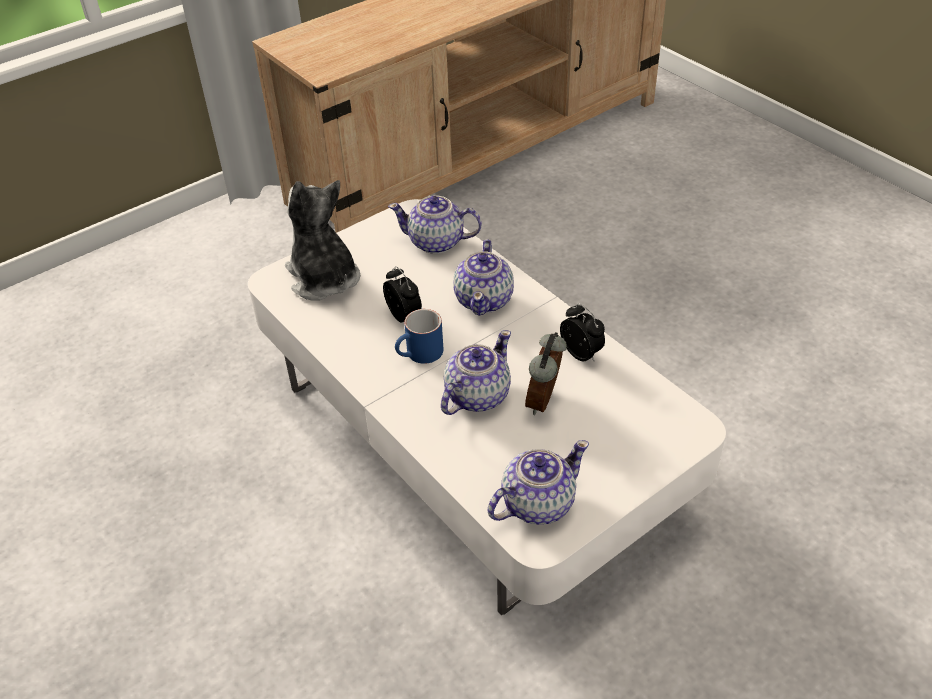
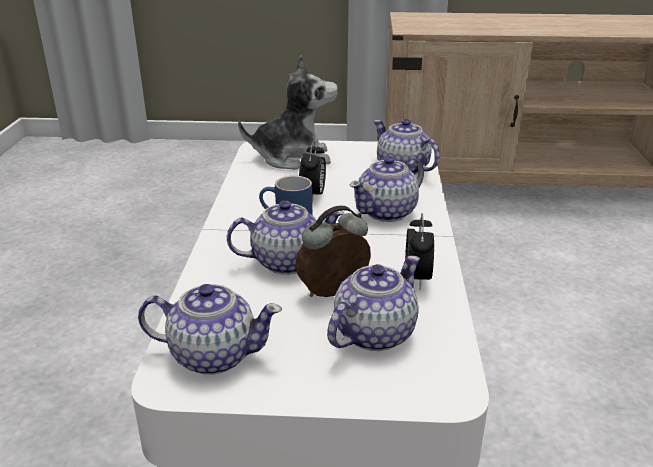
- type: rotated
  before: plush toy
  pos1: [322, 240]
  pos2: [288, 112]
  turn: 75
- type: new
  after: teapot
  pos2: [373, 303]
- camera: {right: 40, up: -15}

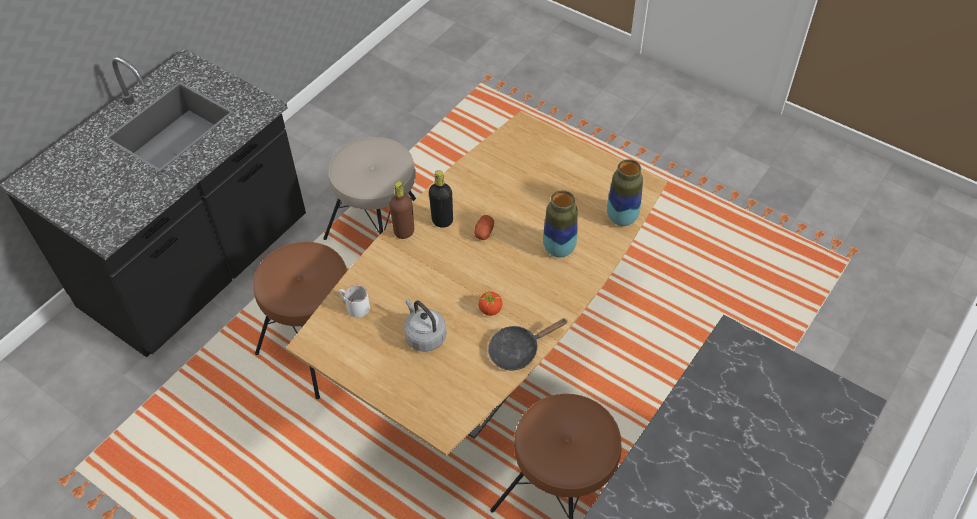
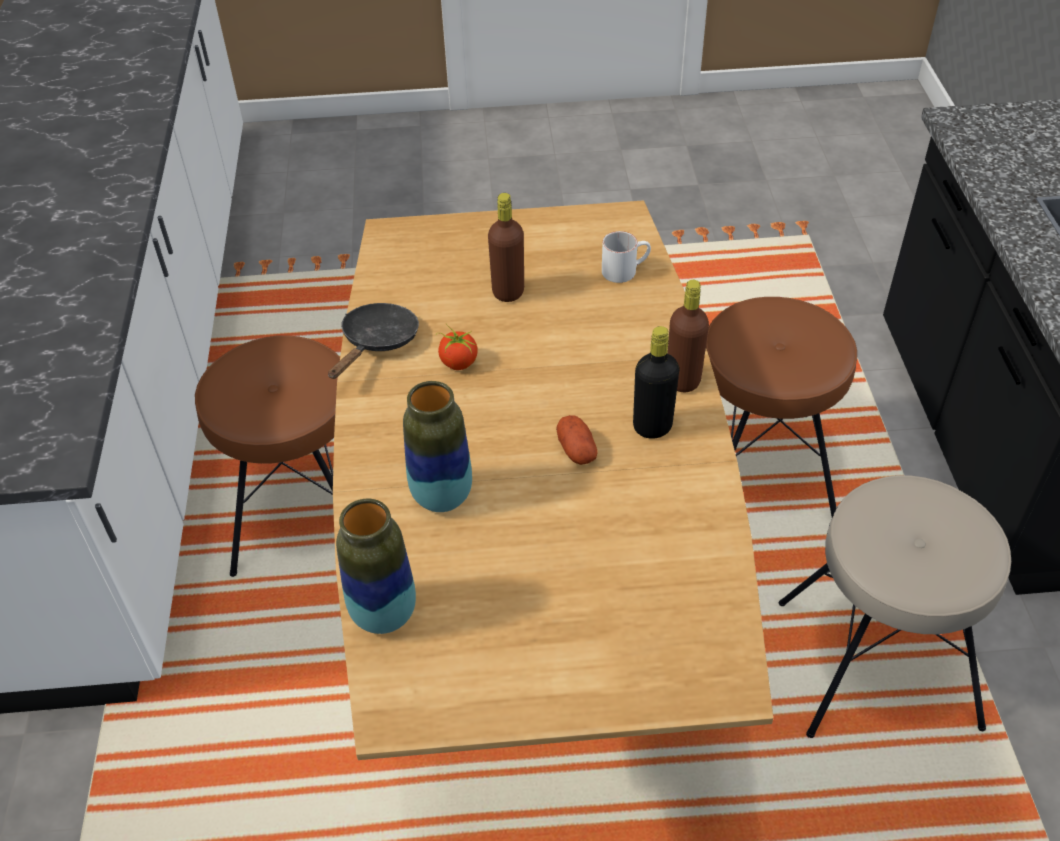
- type: swapped
  before: grey kettle
  after: brown bottle
  pos1: [425, 325]
  pos2: [506, 247]
- camera: {right: 140, up: -5}

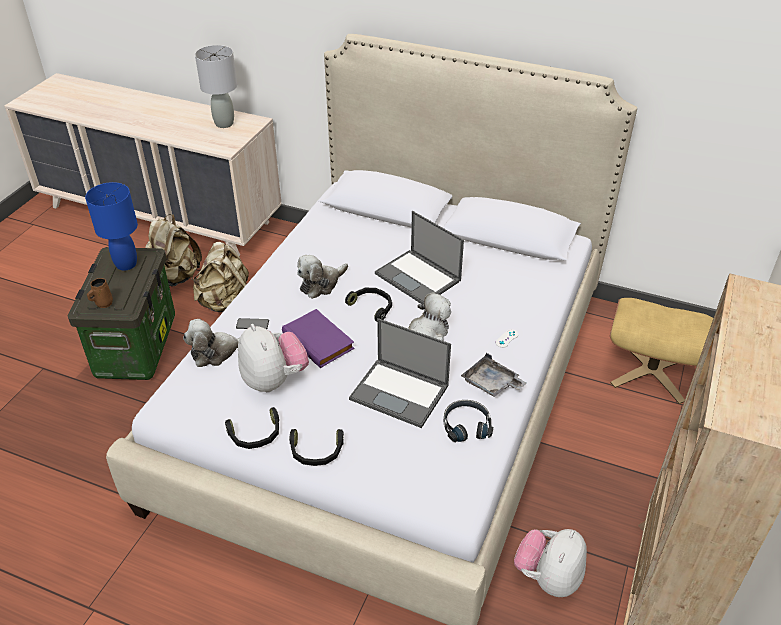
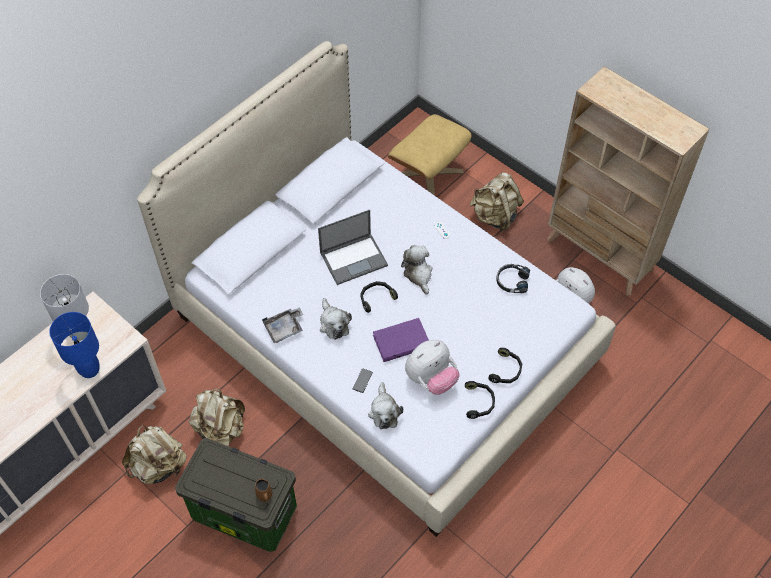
- type: shifted
  before: blue table lamp
  pos1: [111, 226]
  pos2: [74, 345]
- type: shifted
  before: grey tray
  pos1: [493, 375]
  pos2: [282, 325]
- type: rotated
  before: plush toy
  pos1: [273, 358]
  pos2: [432, 367]
  turn: 150
- type: new
  after: beige backpack
  pos2: [497, 202]
- type: gone
  before: laptop
  pos1: [400, 373]
- camera: {right: -70, up: 15}

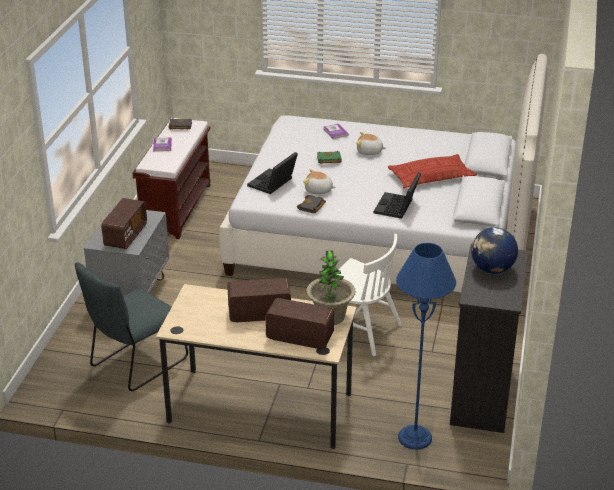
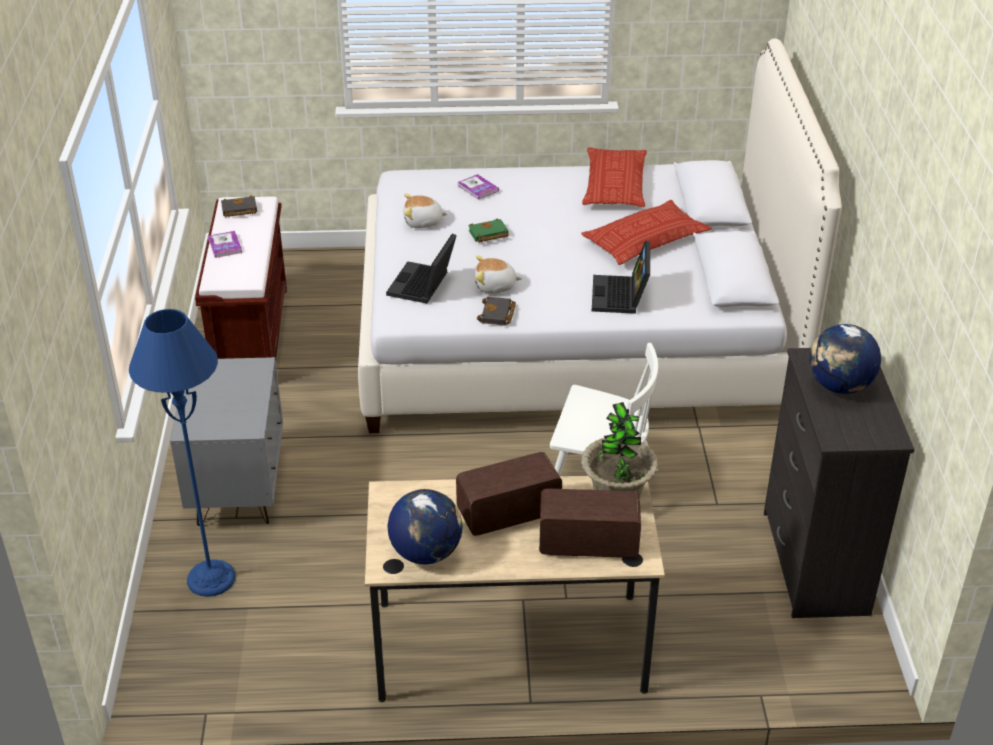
- type: shifted
  before: blue floor lamp
  pos1: [426, 346]
  pos2: [182, 453]
- type: new
  after: globe
  pos2: [425, 526]
- type: shifted
  before: plush toy
  pos1: [371, 143]
  pos2: [425, 211]
- type: new
  after: pillow
  pos2: [614, 177]
- type: gone
  before: grey chair
  pos1: [131, 326]
- type: gone
  before: radio
  pos1: [124, 223]
- camera: {right: -15, up: 5}

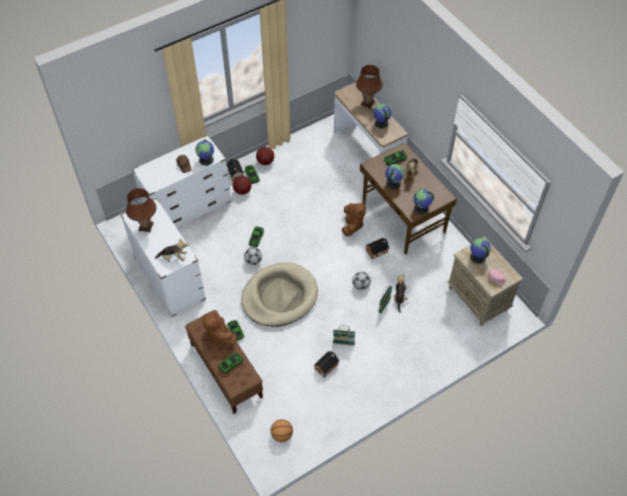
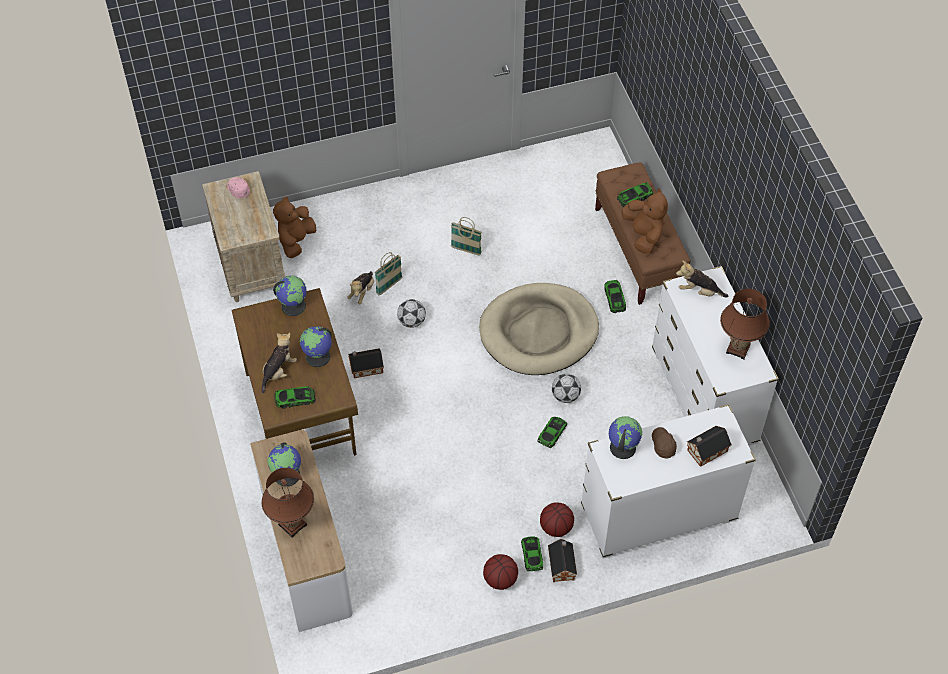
- type: shifted
  before: brown plush toy
  pos1: [354, 218]
  pos2: [294, 227]
- type: shifted
  before: toy house
  pos1: [327, 364]
  pos2: [709, 446]
- type: gone
  before: basketball
  pos1: [282, 430]
- type: gone
  before: globe
  pos1: [480, 251]
- camera: {right: -165, up: 0}

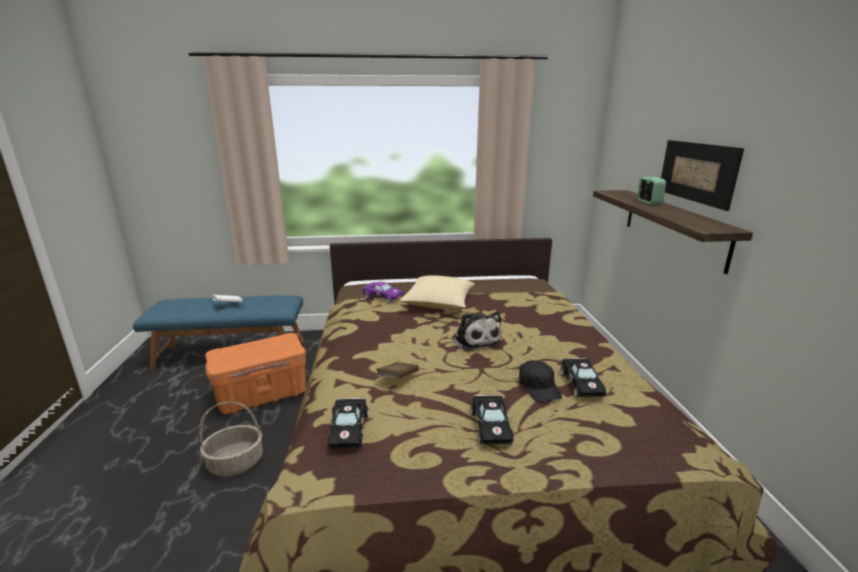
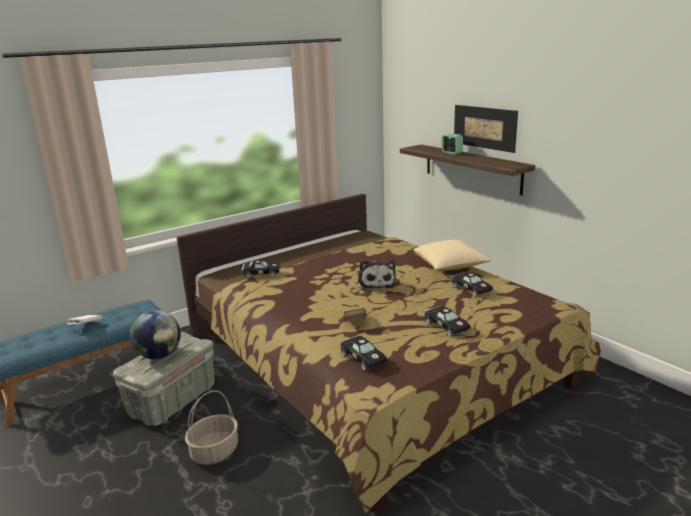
- type: repainted
  before: orange storage box
  after: grey storage box
  pos1: [255, 373]
  pos2: [163, 379]
- type: new
  after: globe
  pos2: [155, 334]
- type: repainted
  before: purple toy car
  after: black toy car
  pos1: [382, 292]
  pos2: [261, 269]
- type: rotated
  before: plush toy
  pos1: [477, 331]
  pos2: [377, 275]
  turn: 45
- type: shifted
  before: pillow
  pos1: [437, 292]
  pos2: [452, 255]
- type: gone
  before: black cap
  pos1: [540, 381]
- camera: {right: -30, up: 0}

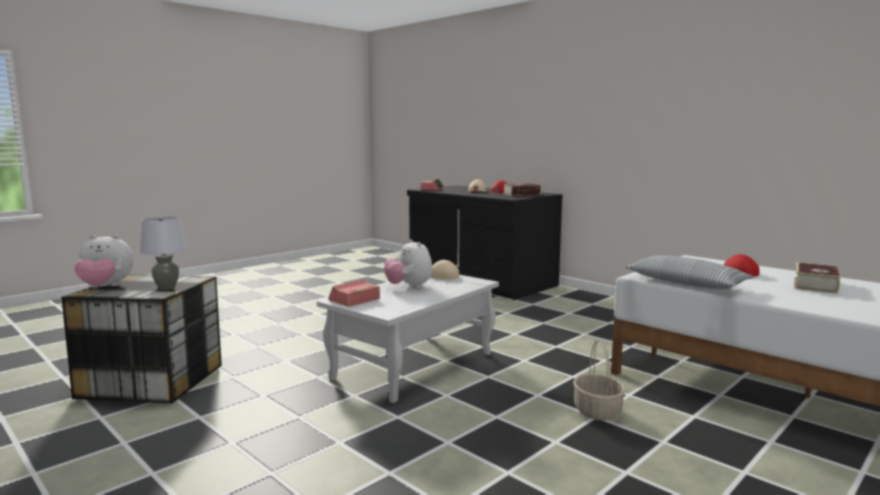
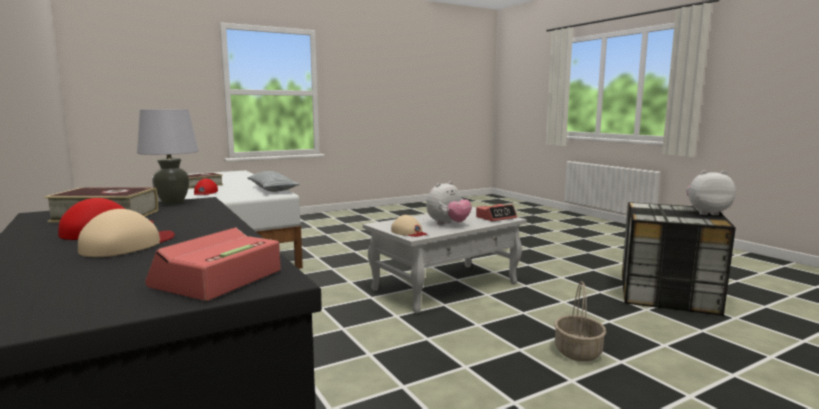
- type: shifted
  before: grey table lamp
  pos1: [163, 253]
  pos2: [168, 156]
- type: rotated
  before: plush toy
  pos1: [408, 263]
  pos2: [449, 203]
  turn: 60
- type: shifted
  before: basket
  pos1: [599, 380]
  pos2: [580, 321]
- camera: {right: -165, up: 0}

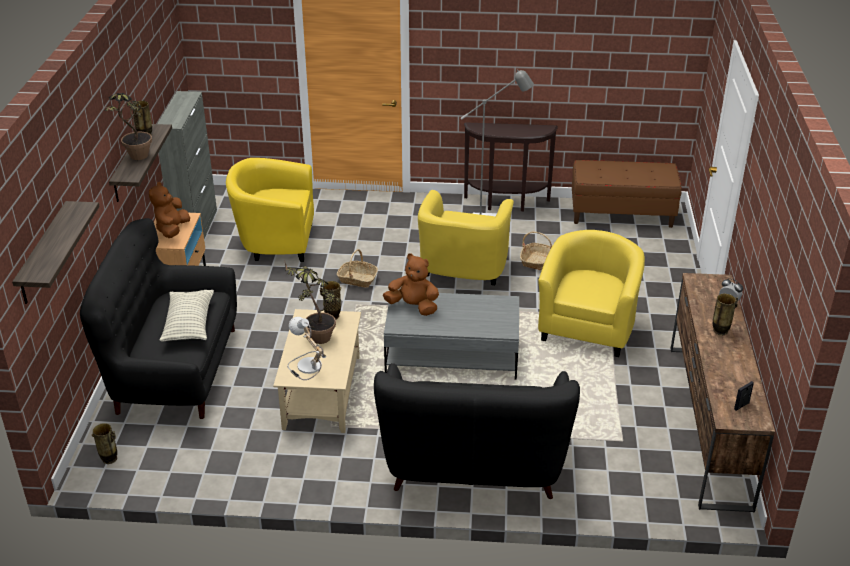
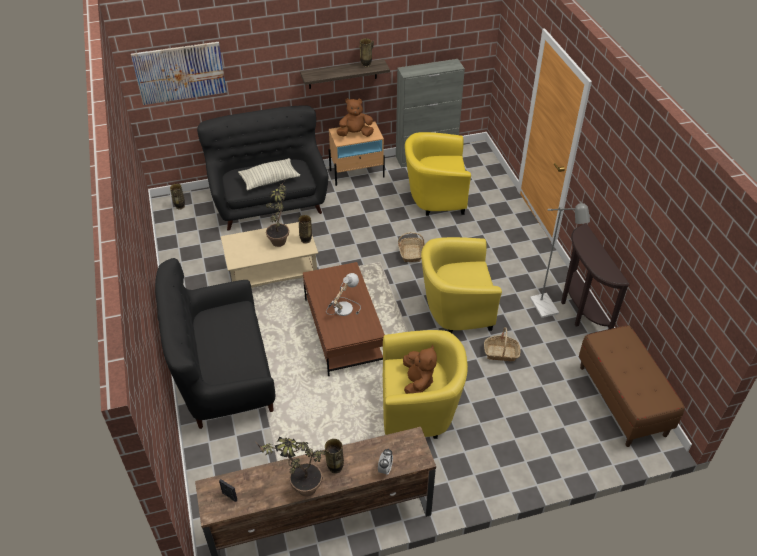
- type: swapped
  before: shelf
  after: picture
  pos1: [56, 252]
  pos2: [179, 73]
- type: shifted
  before: potted plant
  pos1: [127, 126]
  pos2: [291, 466]
- type: repainted
  before: grey coffee table
  after: brown coffee table
  pos1: [451, 336]
  pos2: [344, 319]
- type: shifted
  before: table lamp
  pos1: [306, 348]
  pos2: [343, 294]
- type: shifted
  before: brown plush toy
  pos1: [411, 284]
  pos2: [420, 369]
- type: rotated
  before: yellow armchair
  pos1: [270, 210]
  pos2: [438, 174]
  turn: -75
- camera: {right: 70, up: 10}

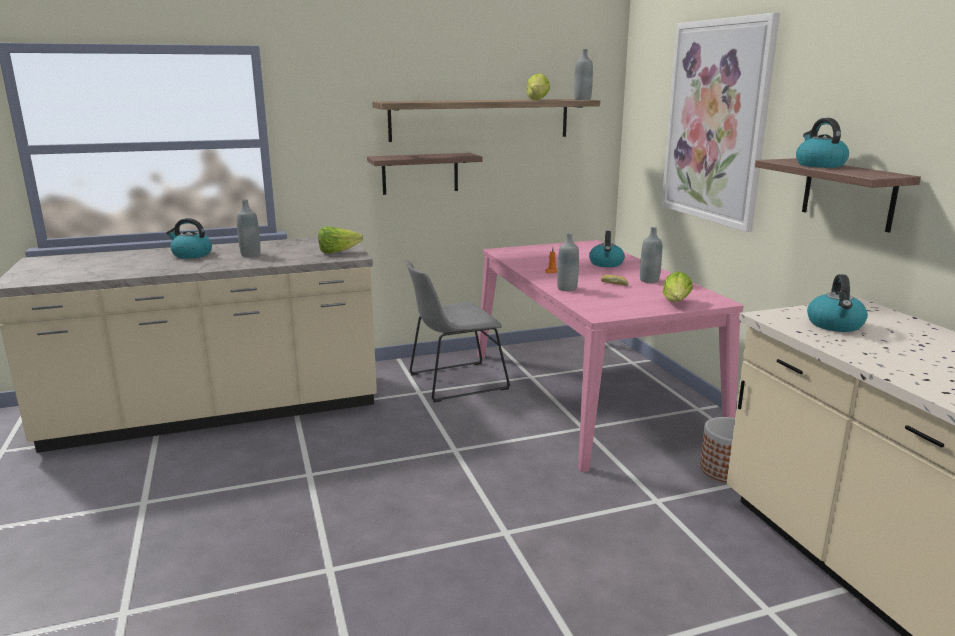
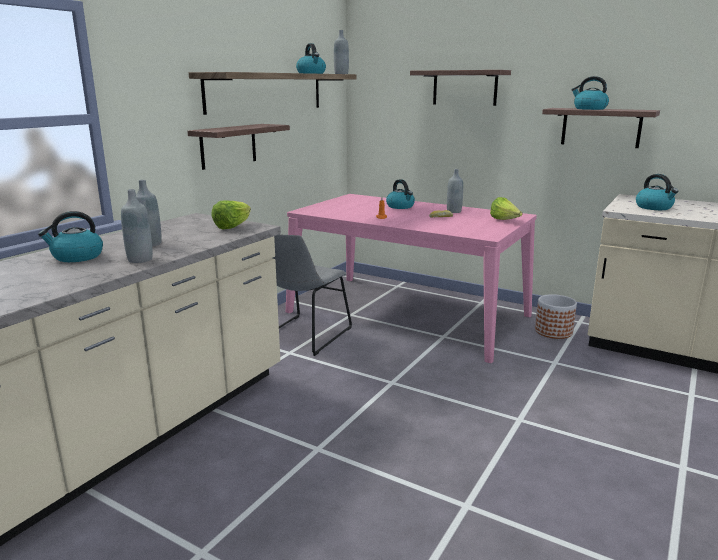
- type: shifted
  before: grey bottle
  pos1: [568, 262]
  pos2: [137, 226]
- type: swapped
  before: lettuce
  after: kettle
  pos1: [538, 87]
  pos2: [311, 58]
- type: swapped
  before: picture
  after: shelf
  pos1: [720, 122]
  pos2: [460, 88]
- camera: {right: -40, up: 0}

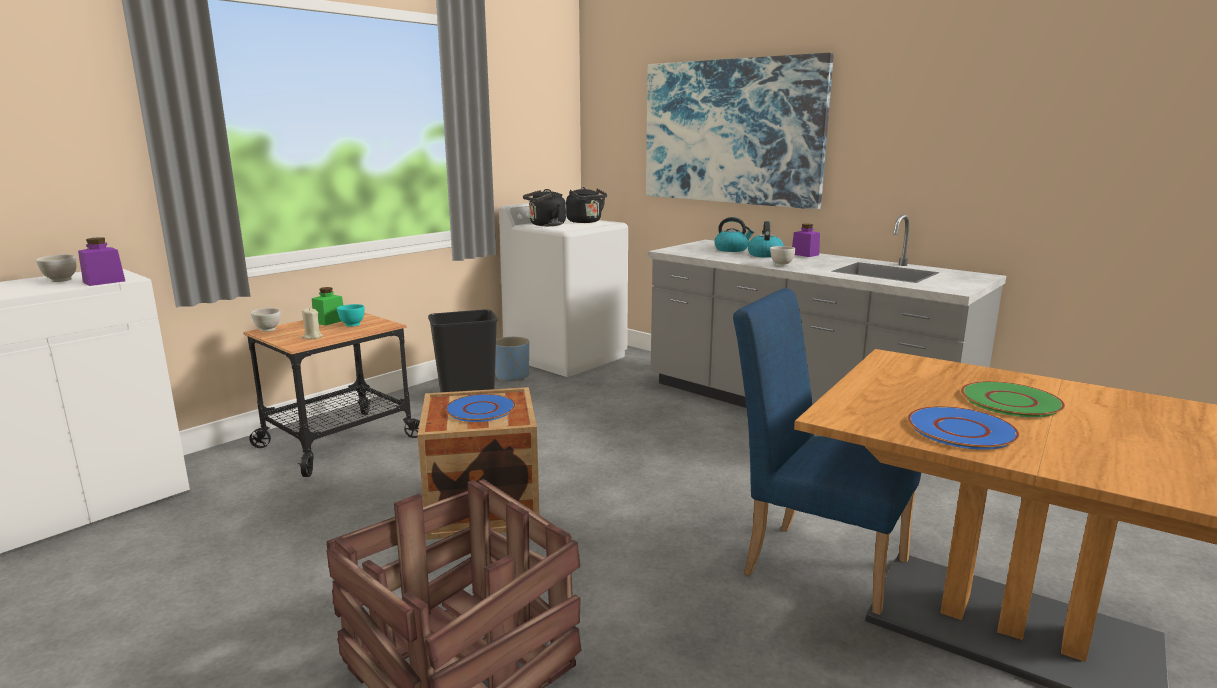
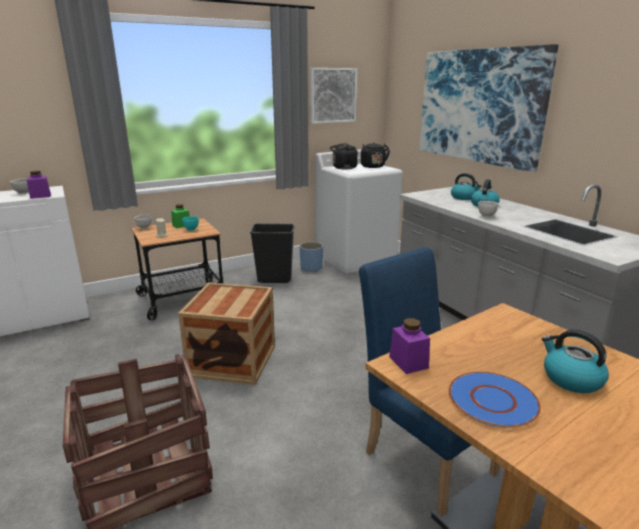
- type: new
  after: picture
  pos2: [333, 96]
- type: shifted
  before: purple jar
  pos1: [806, 240]
  pos2: [409, 346]
- type: swapped
  before: green plate
  after: kettle
  pos1: [1013, 399]
  pos2: [575, 361]
- type: gone
  before: blue plate
  pos1: [480, 408]
- camera: {right: 20, up: 5}

